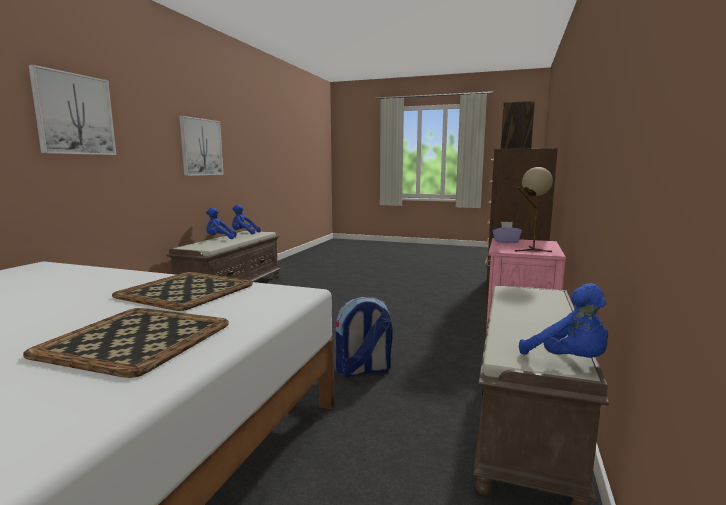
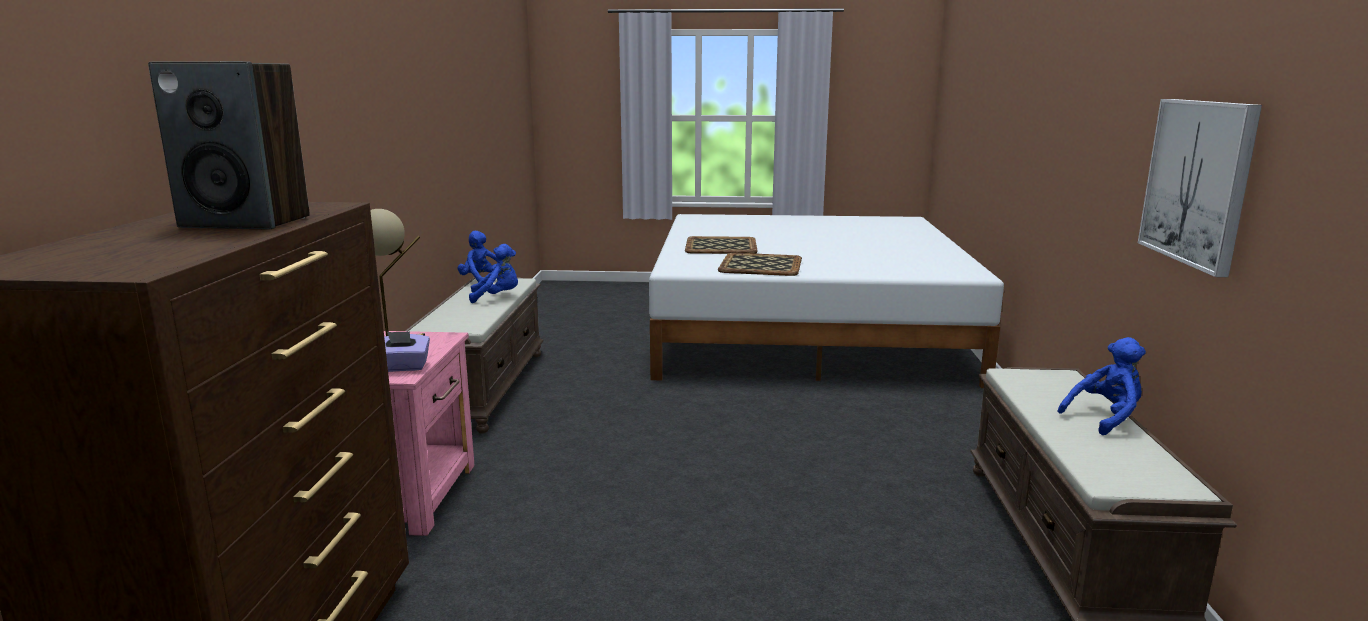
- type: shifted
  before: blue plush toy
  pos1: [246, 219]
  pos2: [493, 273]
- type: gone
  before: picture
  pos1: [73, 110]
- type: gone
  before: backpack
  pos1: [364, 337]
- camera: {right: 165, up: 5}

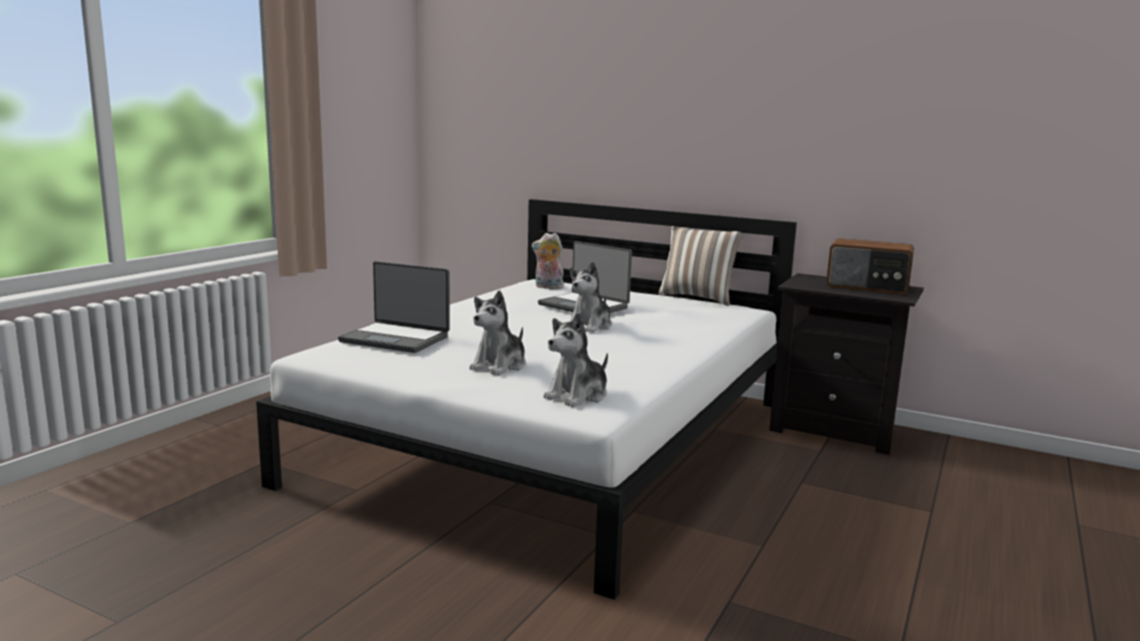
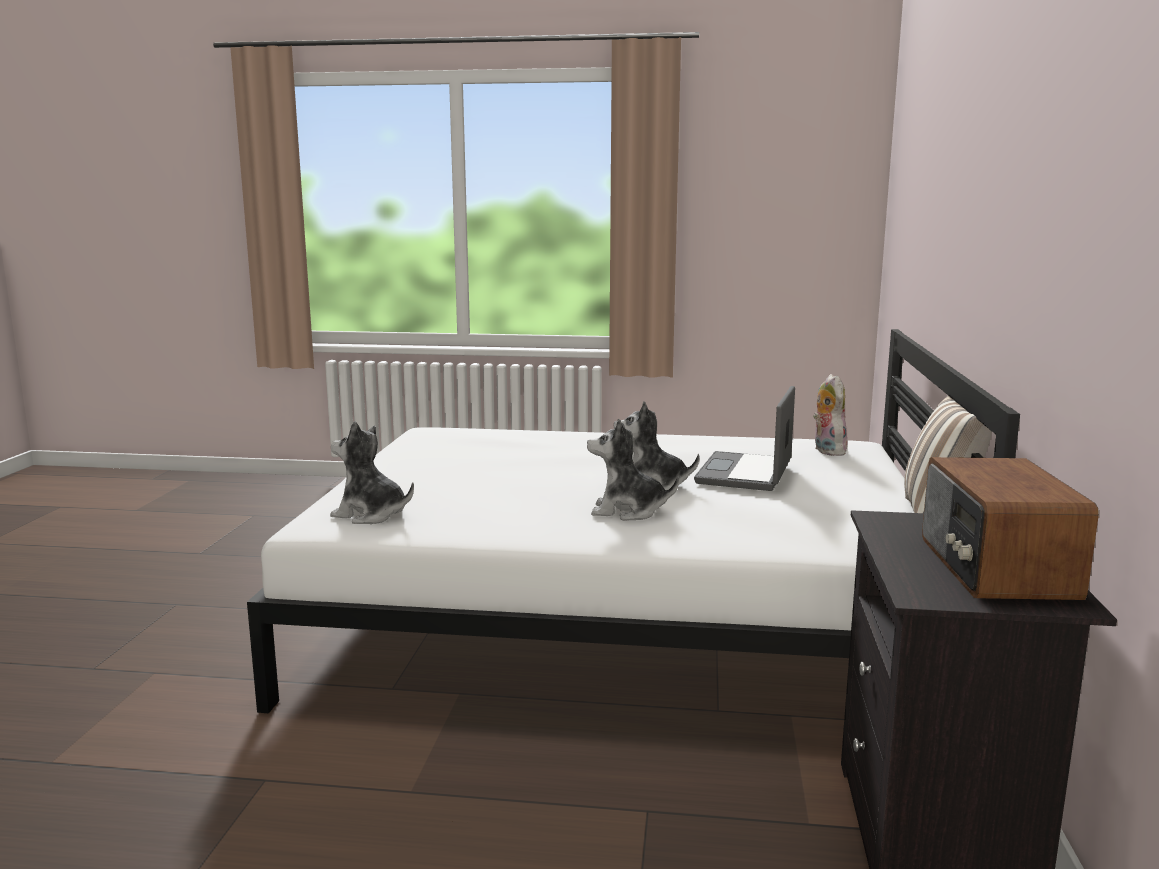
- type: shifted
  before: plush toy
  pos1: [497, 333]
  pos2: [633, 469]
- type: gone
  before: laptop
  pos1: [393, 307]
- camera: {right: 70, up: 0}

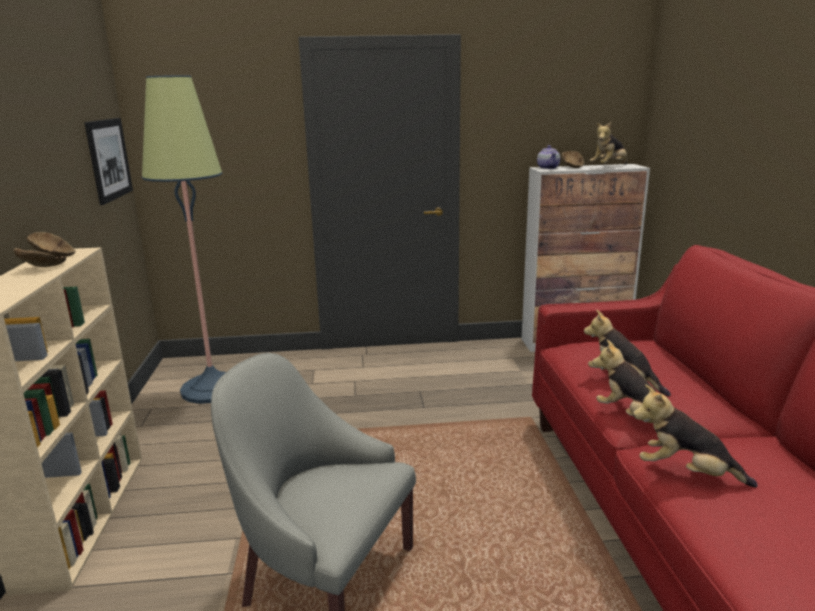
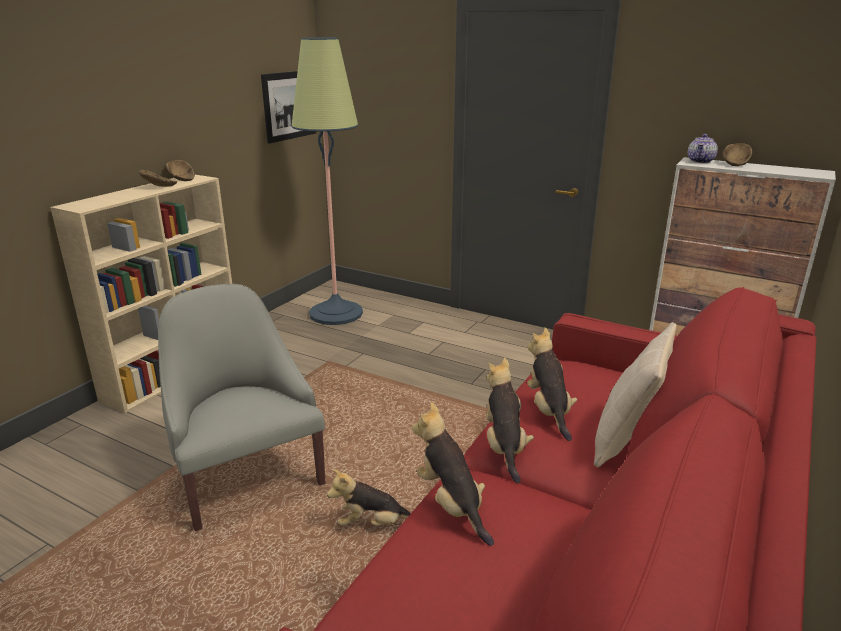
- type: shifted
  before: plush toy
  pos1: [608, 143]
  pos2: [369, 497]
- type: new
  after: beige pillow
  pos2: [635, 394]
- camera: {right: 35, up: 5}

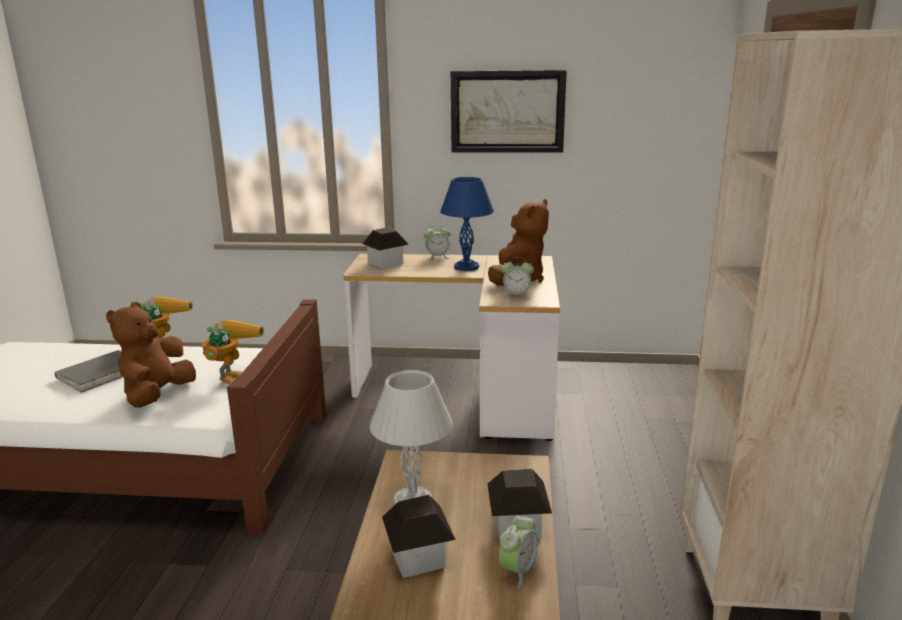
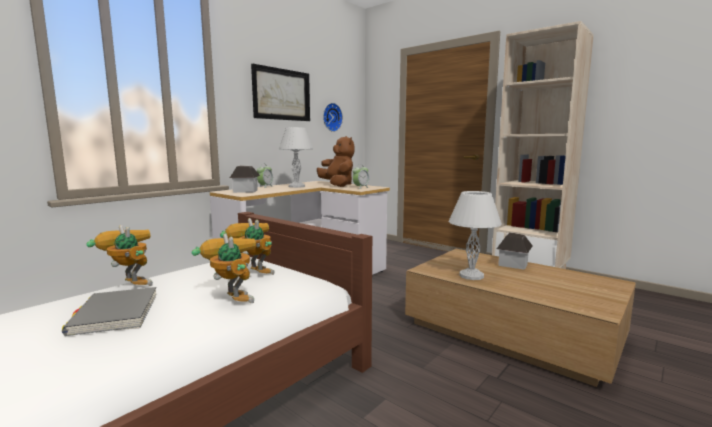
- type: swapped
  before: brown plush toy
  after: toy robot
  pos1: [151, 354]
  pos2: [224, 268]
- type: repainted
  before: blue table lamp
  after: white table lamp
  pos1: [467, 224]
  pos2: [296, 157]
- type: new
  after: wall clock
  pos2: [333, 117]
- type: gone
  before: toy house
  pos1: [419, 536]
- type: gone
  before: alarm clock
  pos1: [518, 551]
- camera: {right: -55, up: -10}

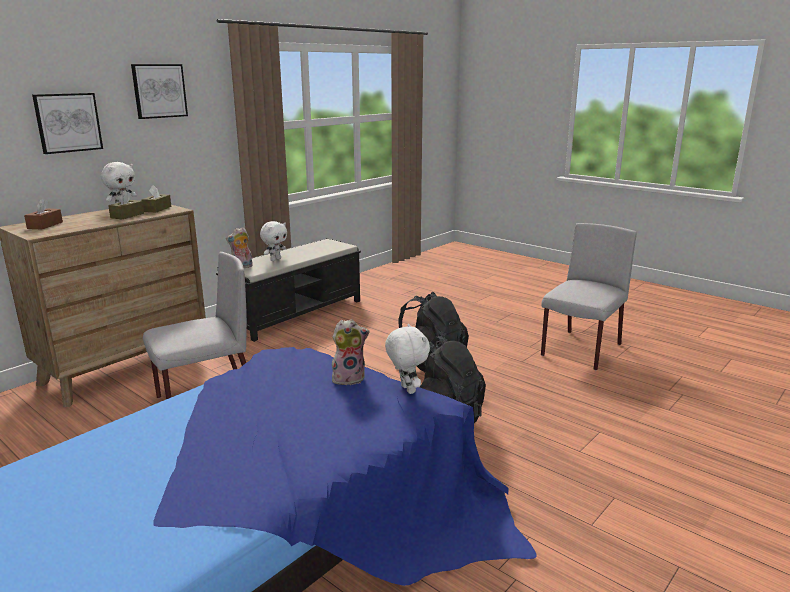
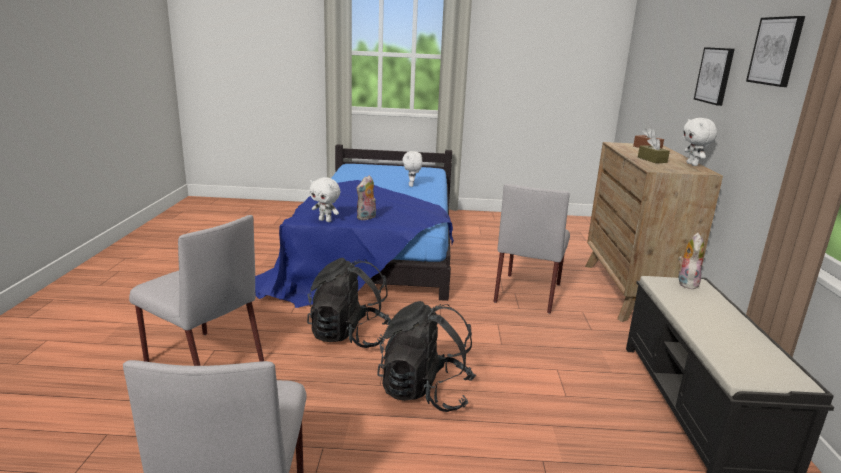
- type: new
  after: grey chair
  pos2: [196, 290]
- type: shifted
  before: white plush toy
  pos1: [273, 241]
  pos2: [412, 169]
- type: gone
  before: brown tissue box
  pos1: [156, 199]
- camera: {right: 140, up: 0}

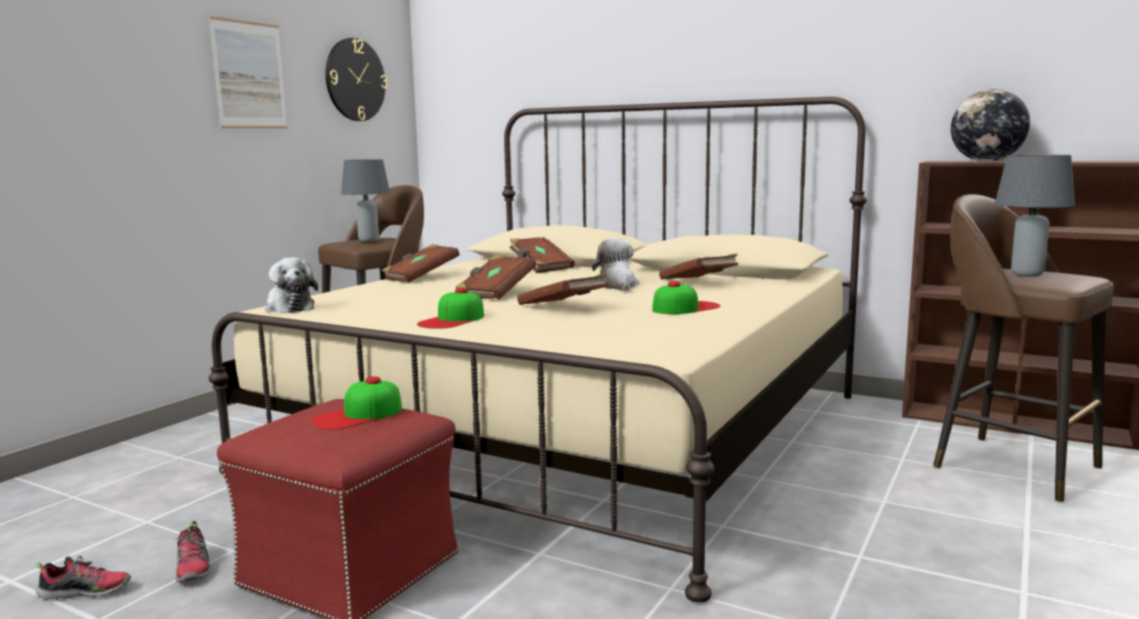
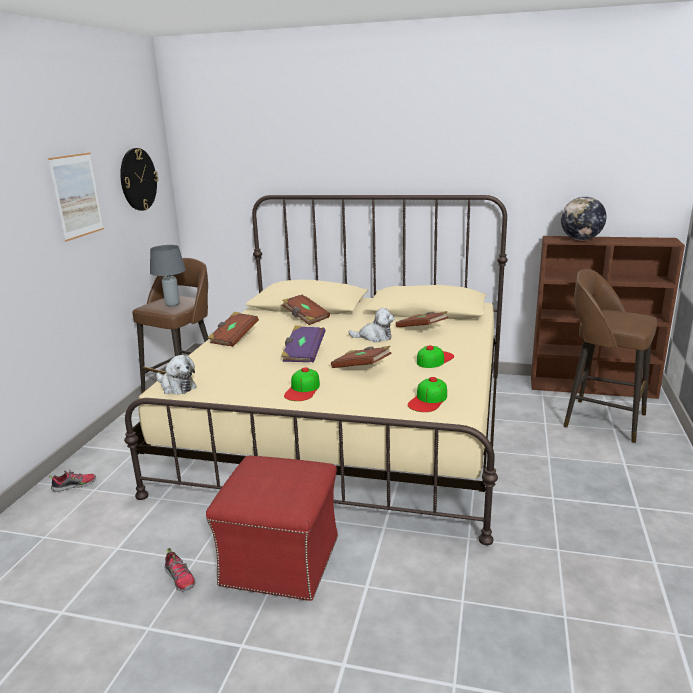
- type: shifted
  before: shoe
  pos1: [83, 578]
  pos2: [72, 481]
- type: repainted
  before: brown book
  after: purple book
  pos1: [495, 277]
  pos2: [303, 344]
- type: rotated
  before: plush toy
  pos1: [615, 264]
  pos2: [371, 325]
  turn: 120
- type: shifted
  before: cap
  pos1: [356, 403]
  pos2: [427, 394]
- type: gone
  before: grey table lamp
  pos1: [1035, 216]
- camera: {right: -15, up: 10}

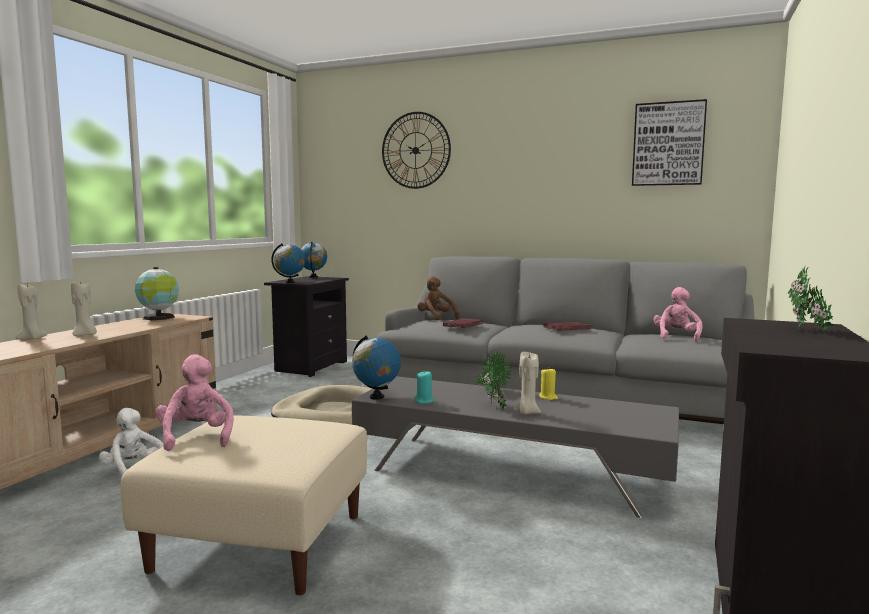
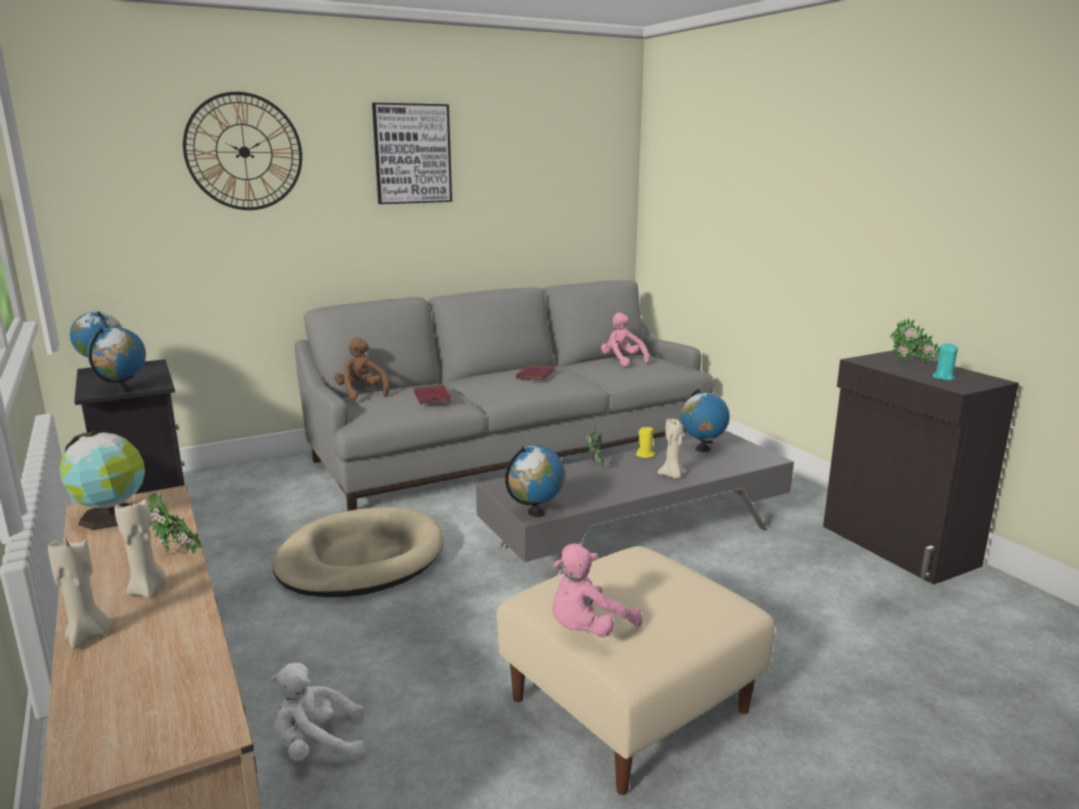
- type: shifted
  before: potted plant
  pos1: [495, 386]
  pos2: [176, 522]
- type: rotated
  before: brown plush toy
  pos1: [438, 298]
  pos2: [361, 369]
  turn: 60
- type: shifted
  before: picture
  pos1: [669, 142]
  pos2: [412, 153]
- type: rotated
  before: pink plush toy
  pos1: [194, 402]
  pos2: [597, 590]
  turn: -60
- type: new
  after: globe
  pos2: [705, 420]
- type: shifted
  before: turquoise candle
  pos1: [424, 387]
  pos2: [945, 361]
- camera: {right: -50, up: 10}

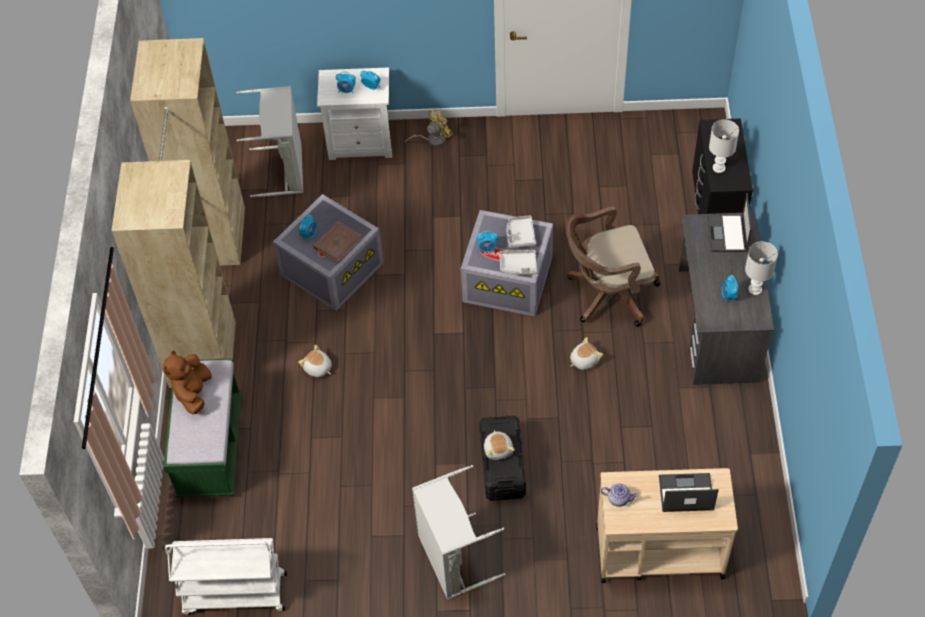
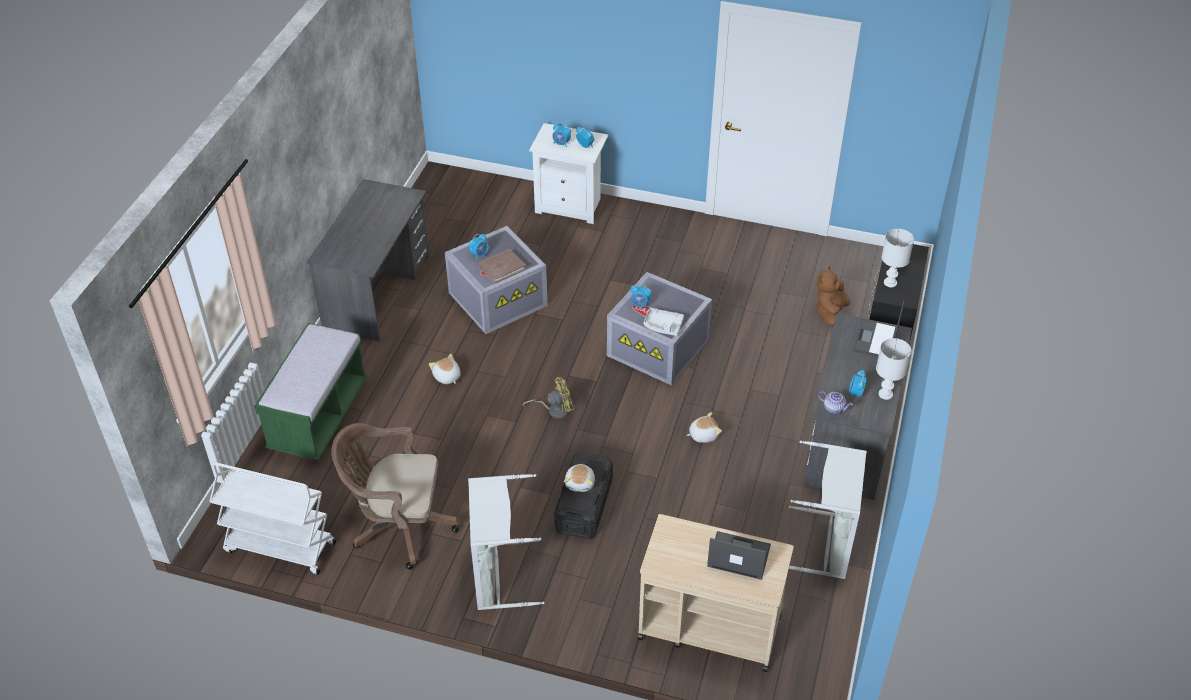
- type: swapped
  before: beige wardrobe
  after: grey desk
  pos1: [178, 213]
  pos2: [368, 260]
- type: shifted
  before: brown office chair
  pos1: [613, 266]
  pos2: [395, 496]
- type: shifted
  before: yellow fan
  pos1: [429, 128]
  pos2: [548, 398]
- type: shifted
  before: grey laundry basket
  pos1: [270, 141]
  pos2: [828, 509]
- type: shifted
  before: brown plush toy
  pos1: [187, 382]
  pos2: [832, 296]
- type: shifted
  before: teapot
  pos1: [619, 495]
  pos2: [835, 402]
- type: gone
  before: grey tray
  pos1: [521, 231]
- camera: {right: 15, up: -10}

